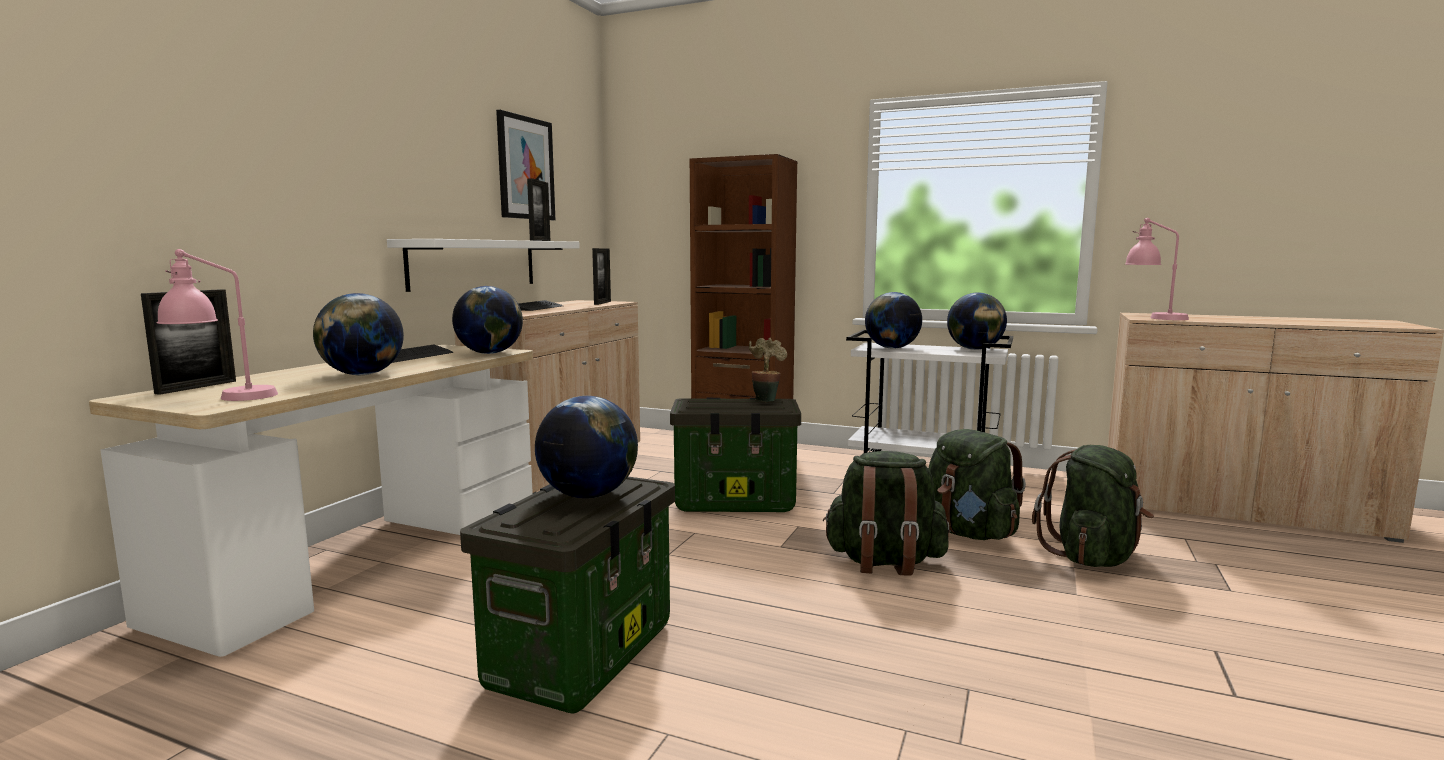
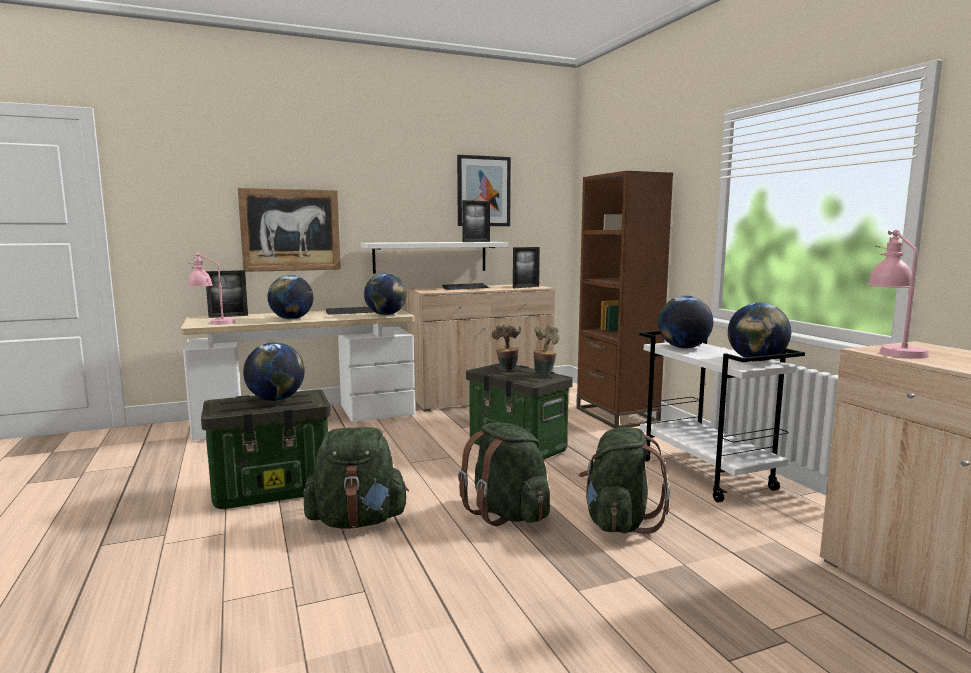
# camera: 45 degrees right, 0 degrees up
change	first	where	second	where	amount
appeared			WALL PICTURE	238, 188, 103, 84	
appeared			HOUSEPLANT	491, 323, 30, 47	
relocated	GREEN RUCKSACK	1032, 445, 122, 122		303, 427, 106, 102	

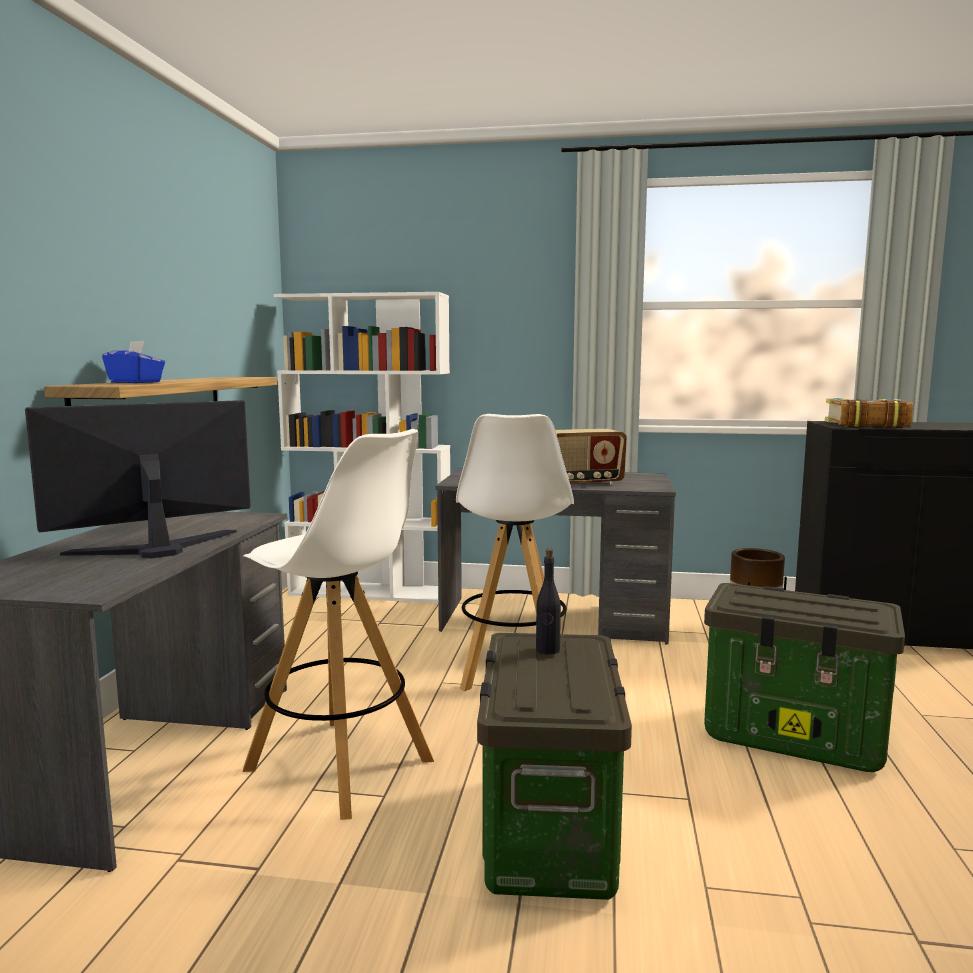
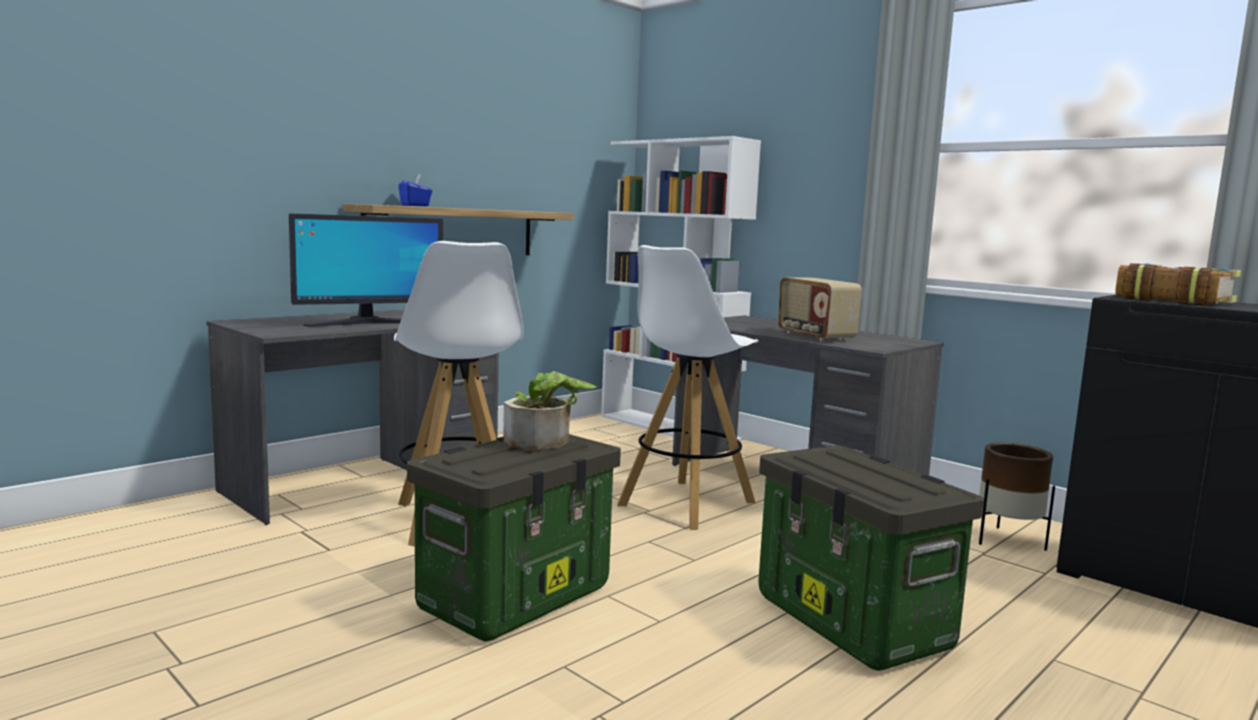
# camera: 35 degrees right, 0 degrees up
change	first	where	second	where	amount
exchanged	BLACK-COLOURED DRINK BOTTLE	536, 548, 25, 107	HOUSEPLANT	504, 371, 94, 79	
spun	COMPUTER DISPLAY	25, 400, 226, 158		289, 213, 154, 114	150 degrees clockwise
spun	RADIO RECEIVER	555, 429, 72, 56		778, 277, 84, 65	45 degrees clockwise

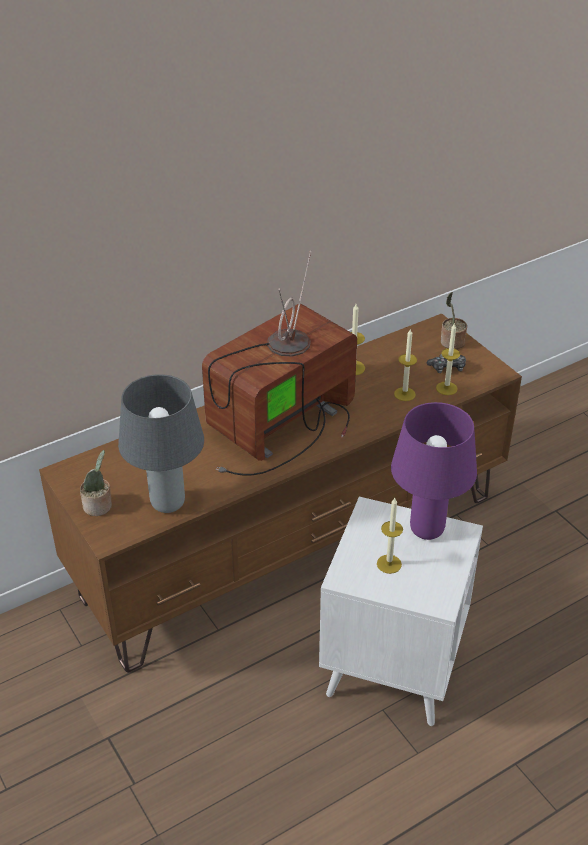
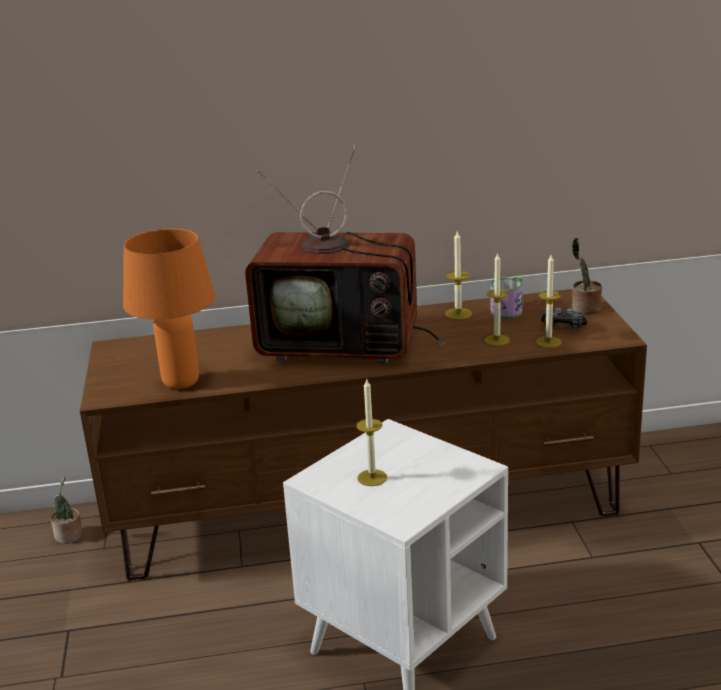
# camera: 25 degrees right, 15 degrees down
change	first	where	second	where	amount
missing	PURPLISH TABLE LAMP	391, 402, 86, 138			
appeared			TEA MUG	490, 277, 33, 42	
relocated	HOUSEPLANT	80, 450, 32, 66		51, 476, 32, 68	
colour	GREY TABLE LAMP	118, 374, 86, 139	ORANGE TABLE LAMP	123, 229, 92, 160	
spun	TELEVISION	202, 250, 155, 226		245, 145, 200, 219	150 degrees counterclockwise

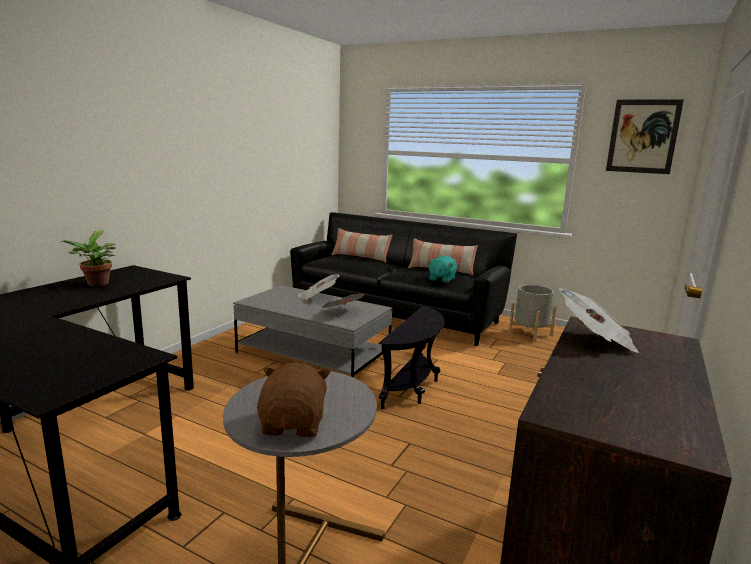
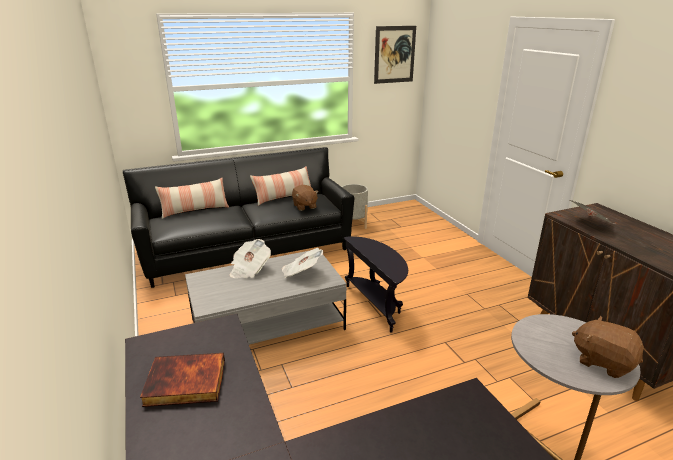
# camera: 50 degrees left, 10 degrees up
change	first	where	second	where	amount
exchanged	HOUSEPLANT	61, 230, 55, 56	VOLUME	140, 353, 85, 54	
colour	TURQUOISE-COLOURED PLUSH TOY	428, 256, 29, 27	BROWN PLUSH TOY	292, 185, 27, 26	

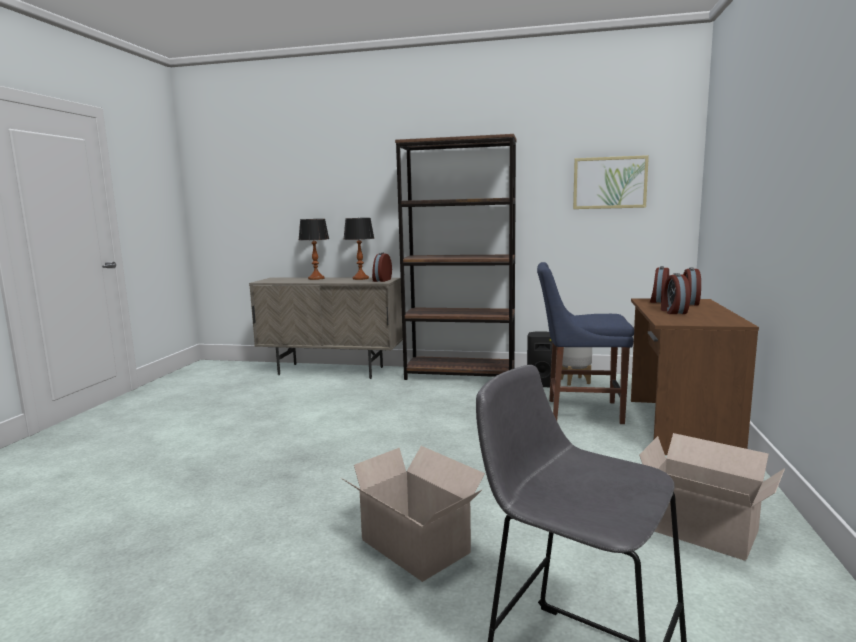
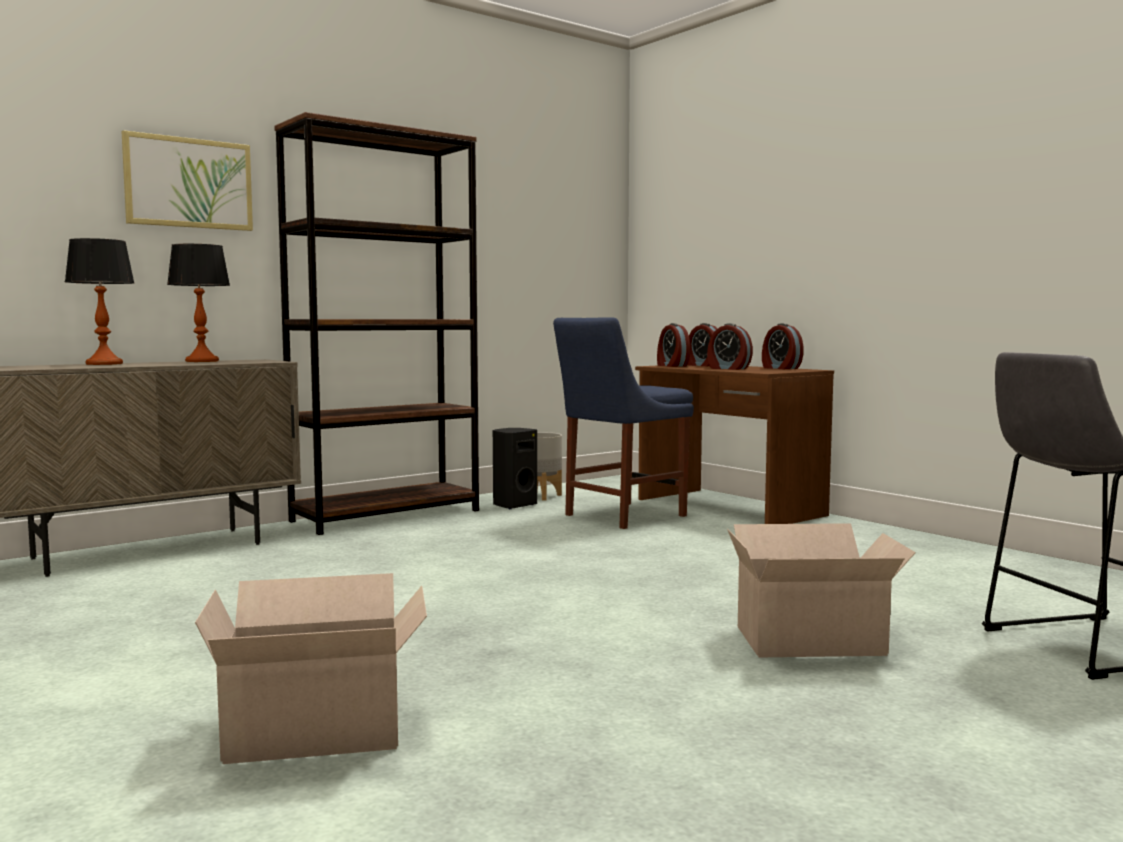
# camera: 50 degrees left, 5 degrees down
change	first	where	second	where	amount
relocated	ALARM CLOCK	372, 252, 20, 30		762, 323, 42, 46	
relocated	WALL PICTURE	573, 155, 76, 54		121, 130, 132, 101	
relocated	CARTON	639, 433, 146, 128		195, 573, 232, 191	

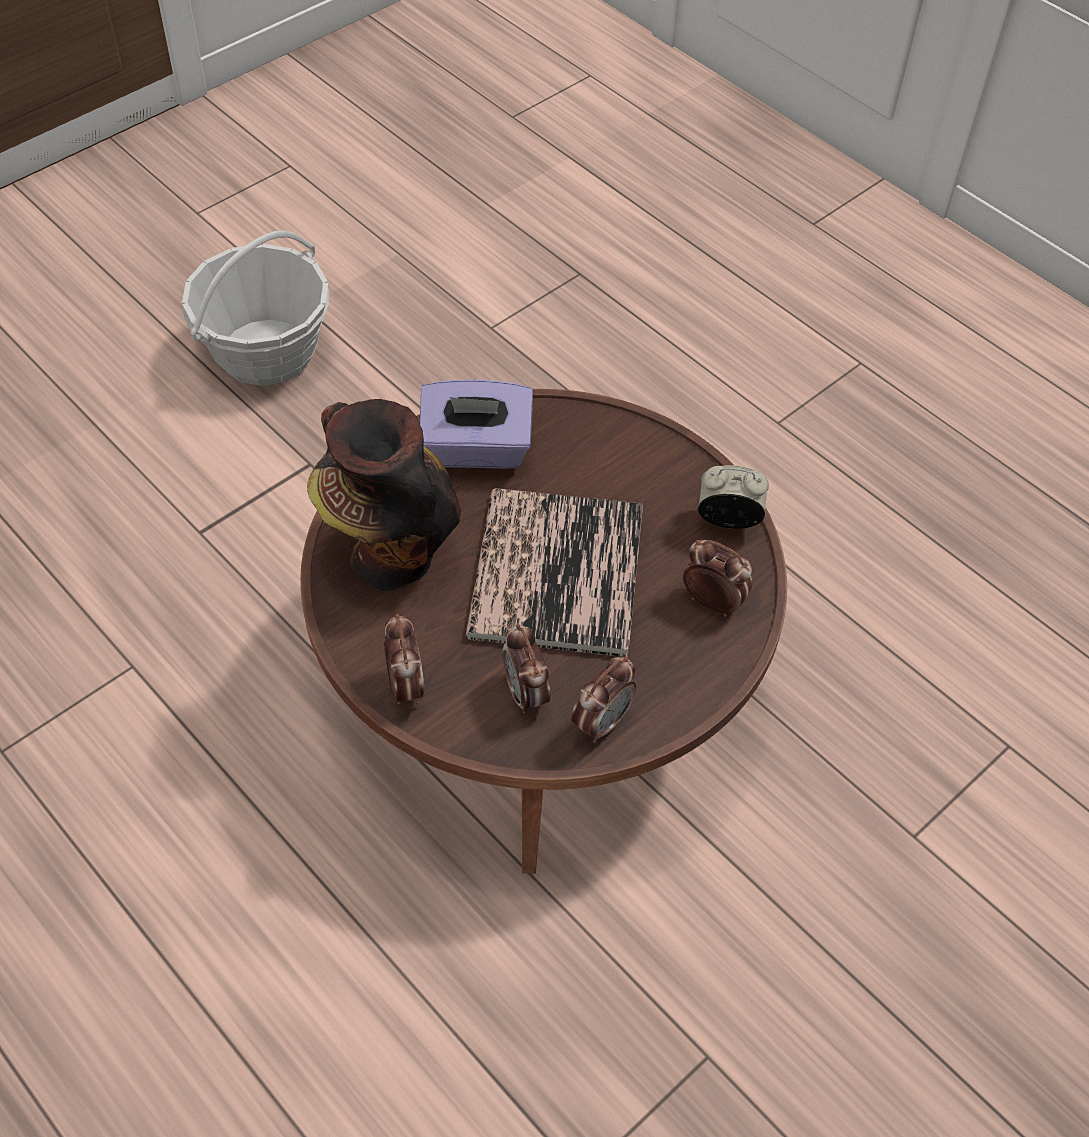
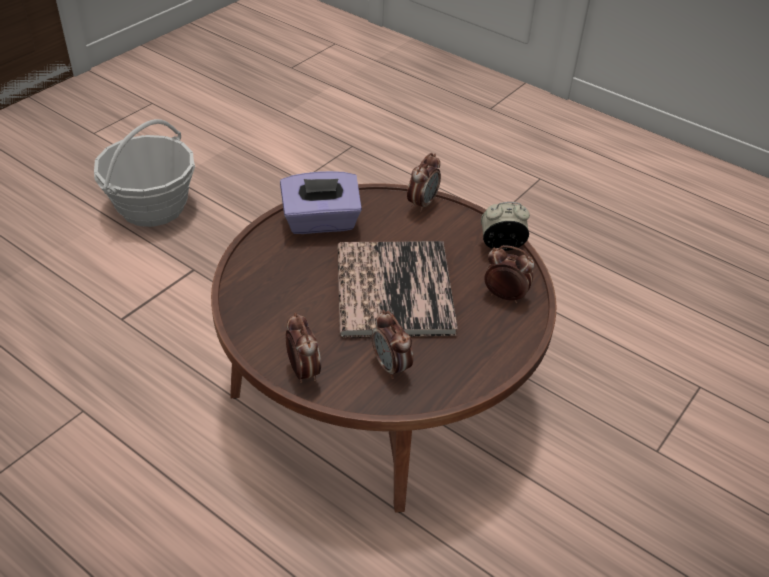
# camera: 10 degrees left, 10 degrees down
change	first	where	second	where	amount
missing	FLOWER VASE	307, 399, 154, 192			
relocated	ALARM CLOCK	571, 656, 65, 87		407, 153, 34, 59	

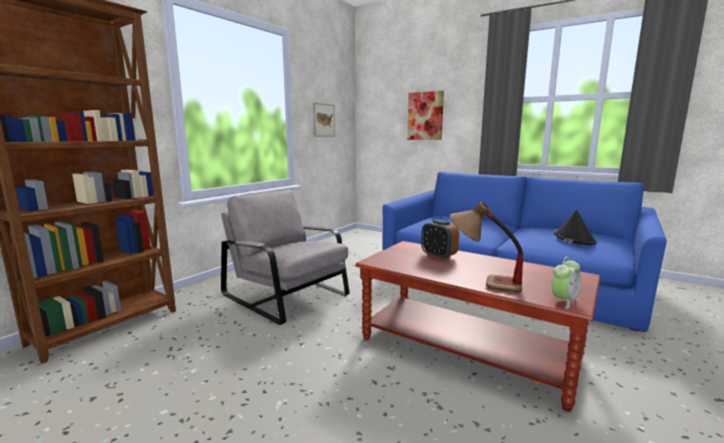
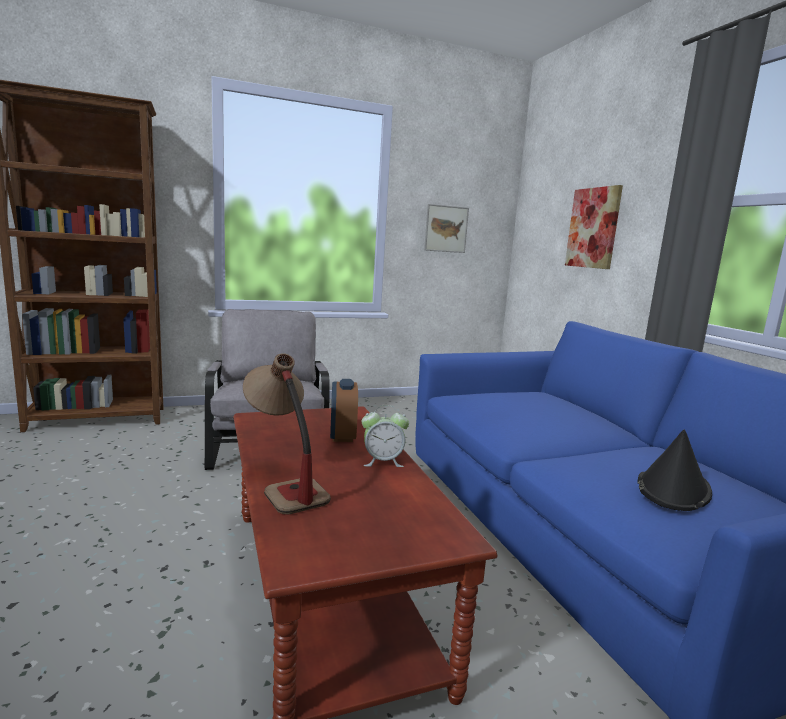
# camera: 35 degrees right, 0 degrees up
change	first	where	second	where	amount
relocated	ALARM CLOCK	552, 256, 29, 53		362, 405, 47, 62	

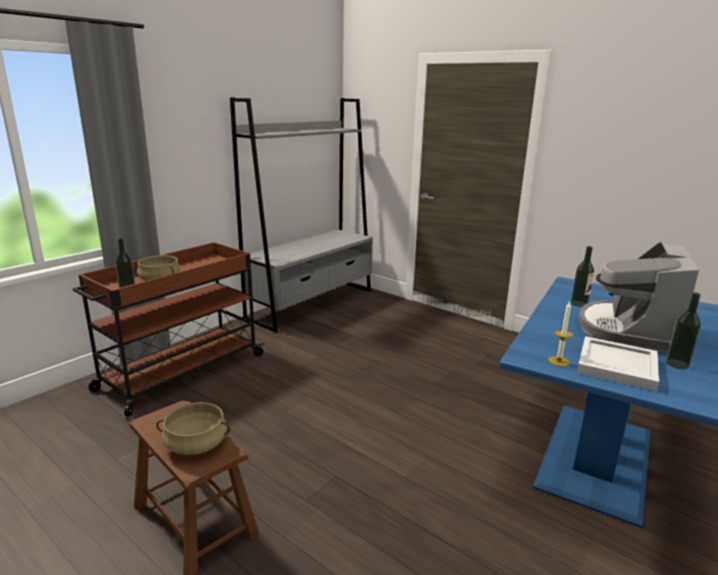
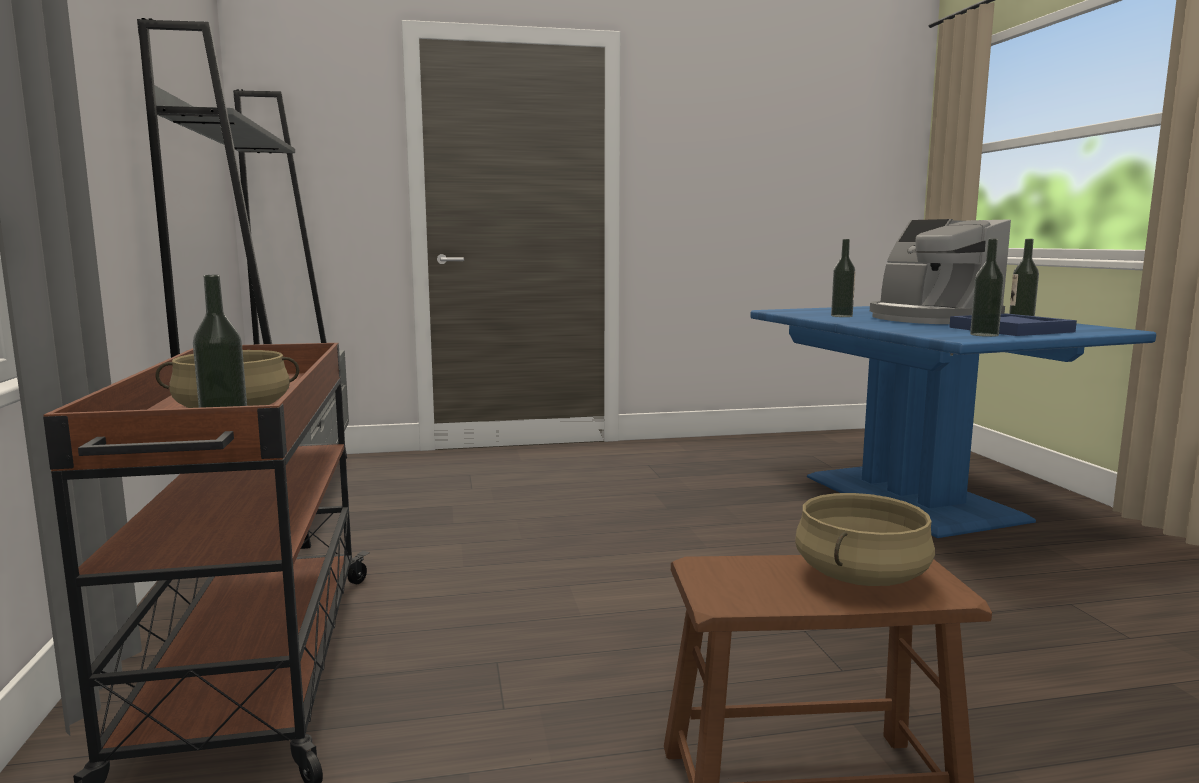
# camera: 50 degrees left, 10 degrees down
change	first	where	second	where	amount
exchanged	WAX LIGHT	548, 301, 25, 66	DRINK BOTTLE	970, 239, 34, 98	
colour	WHITE-COLOURED TRAY	577, 336, 82, 55	BLUE-COLOURED TRAY	949, 314, 128, 22	

